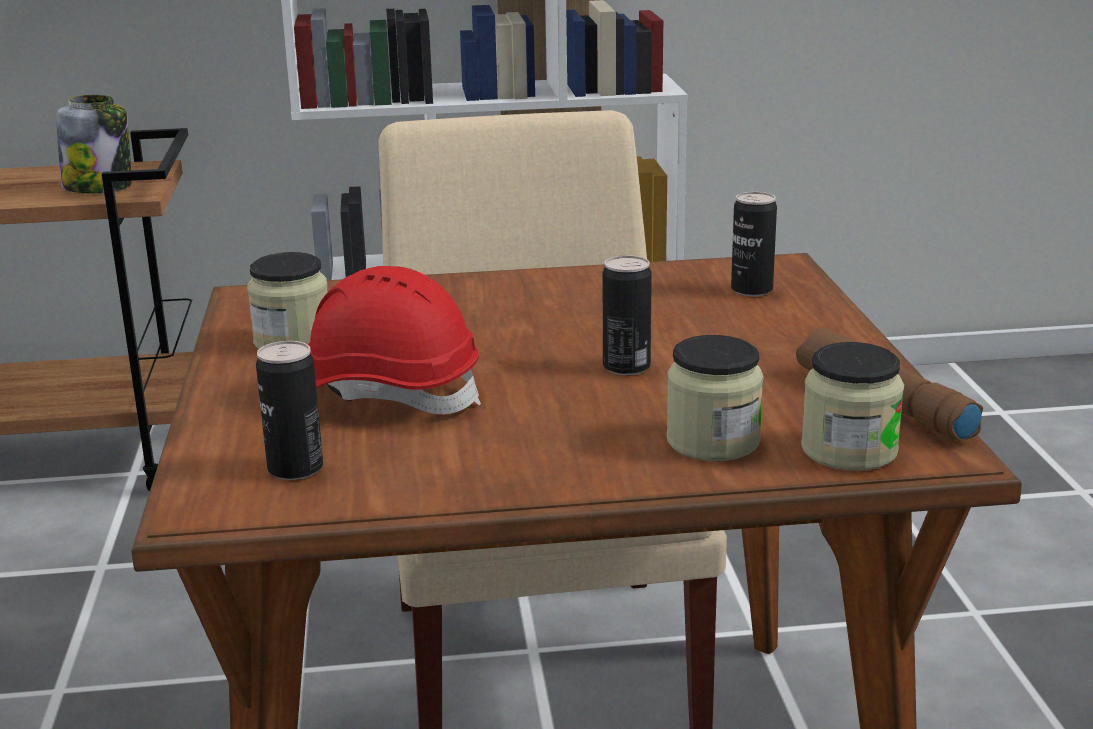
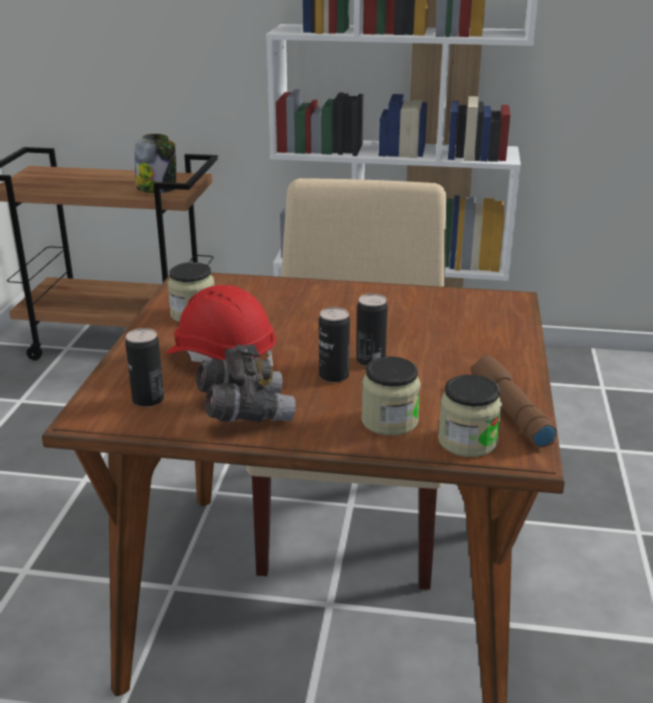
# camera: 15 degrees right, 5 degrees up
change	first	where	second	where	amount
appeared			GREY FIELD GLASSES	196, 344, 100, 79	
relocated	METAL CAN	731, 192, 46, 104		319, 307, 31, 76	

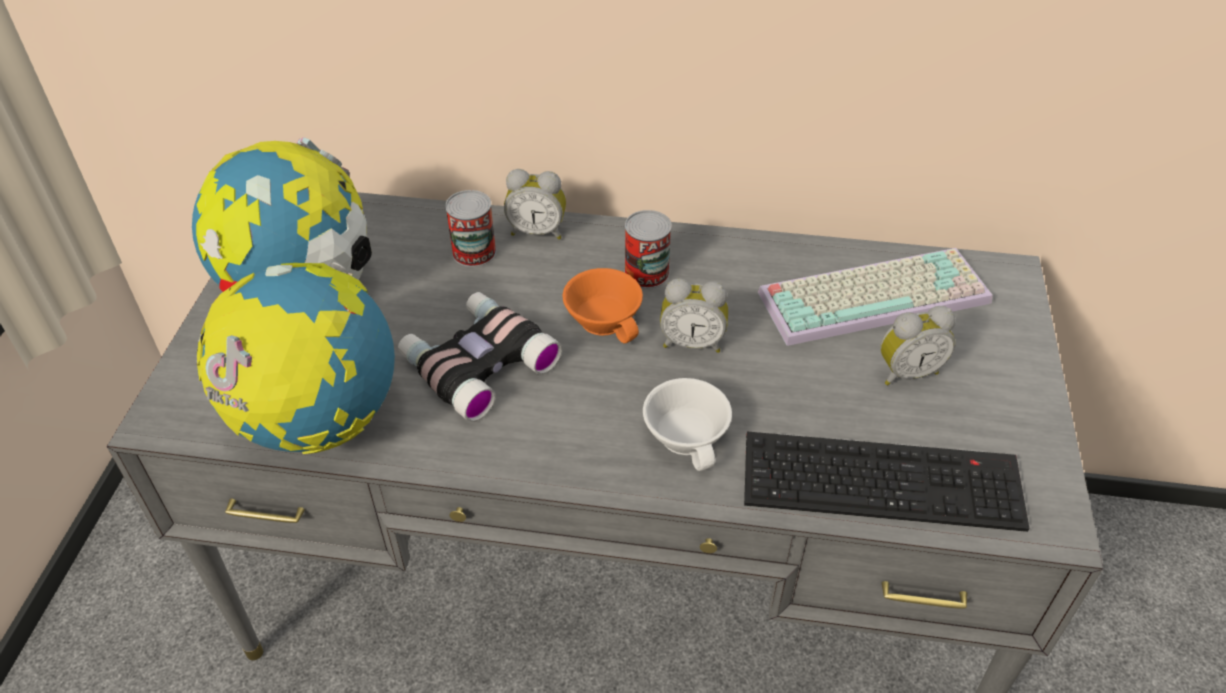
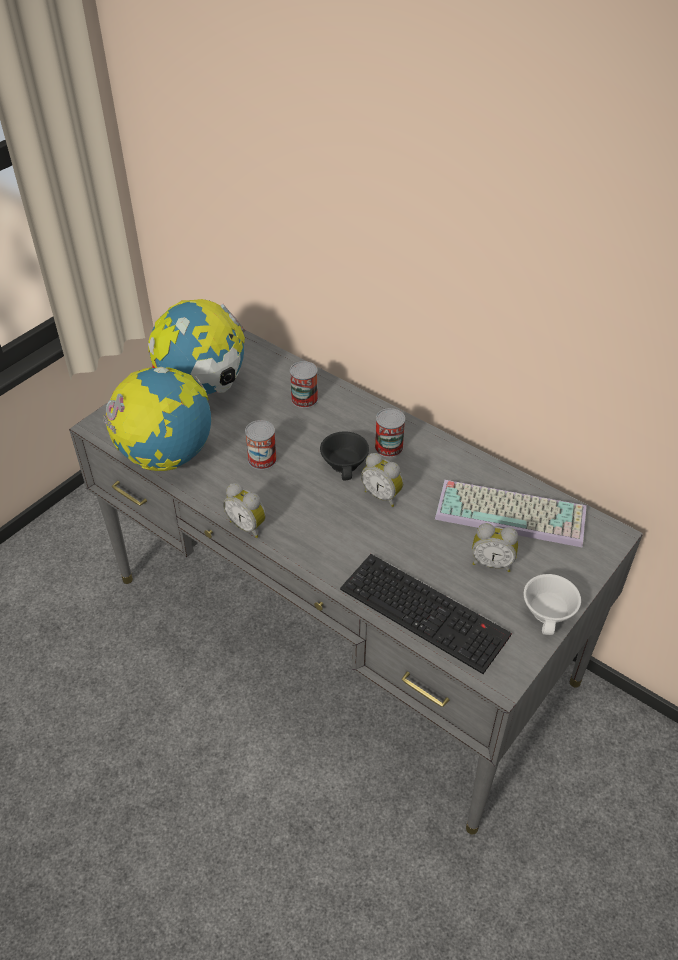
# camera: 30 degrees right, 0 degrees up
change	first	where	second	where	amount
relocated	ALARM CLOCK	504, 169, 62, 71		223, 483, 43, 55	
relocated	WHITE-COLOURED CUP	643, 378, 89, 93		524, 574, 57, 61	
exchanged	FIELD GLASSES	398, 292, 165, 130	METAL CAN	245, 420, 32, 50	
colour	ORANGE CUP	563, 268, 80, 76	BLACK-COLOURED CUP	320, 431, 49, 50	

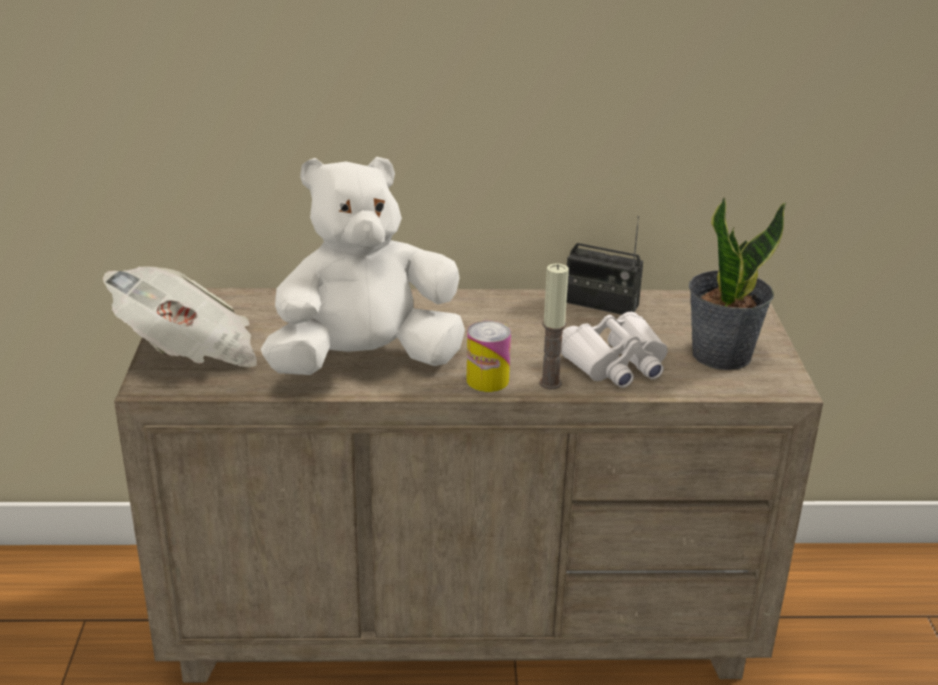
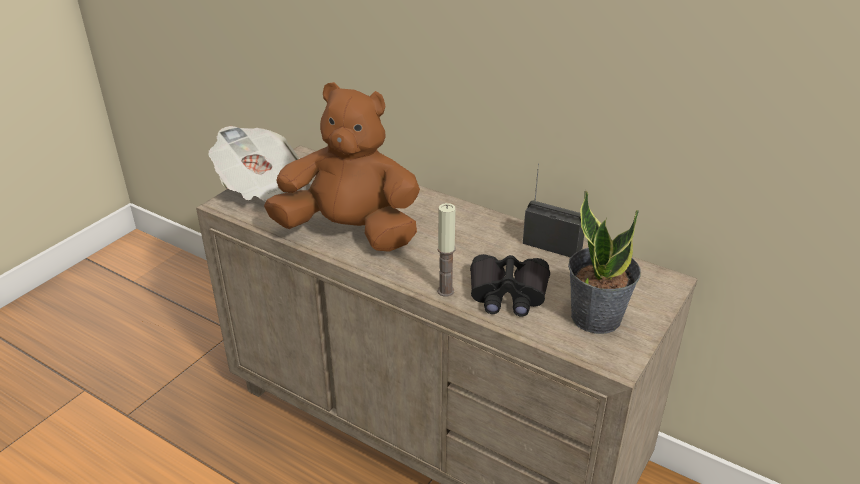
# camera: 35 degrees right, 5 degrees up
change	first	where	second	where	amount
missing	METAL CAN	467, 321, 44, 71			
colour	WHITE-COLOURED PLUSH TOY	261, 157, 204, 218	BROWN PLUSH TOY	264, 82, 156, 170	
colour	WHITE-COLOURED FIELD GLASSES	561, 312, 107, 76	BLACK-COLOURED FIELD GLASSES	470, 254, 80, 63	
spun	RADIO RECEIVER	567, 216, 76, 99		523, 163, 61, 95	150 degrees clockwise

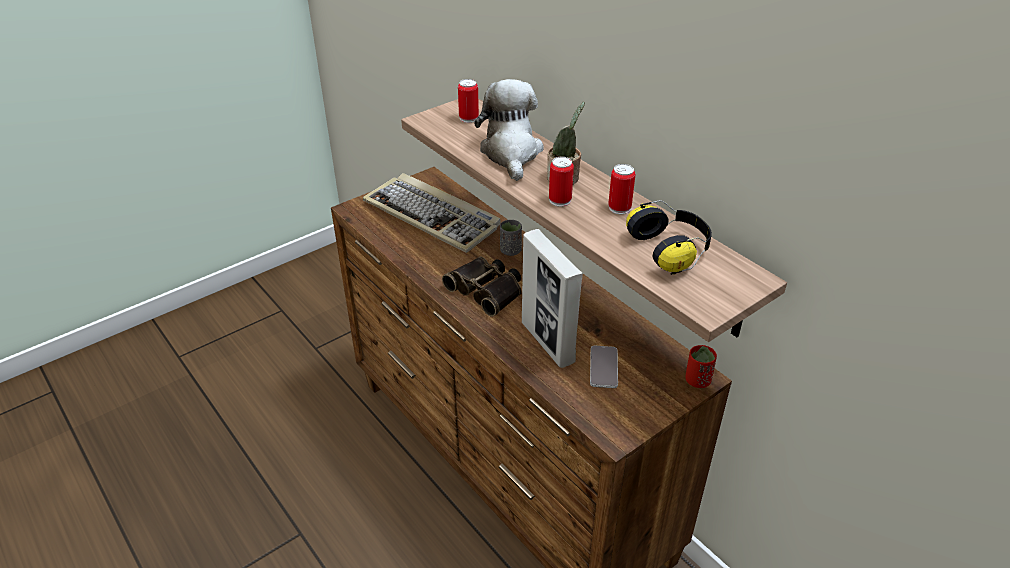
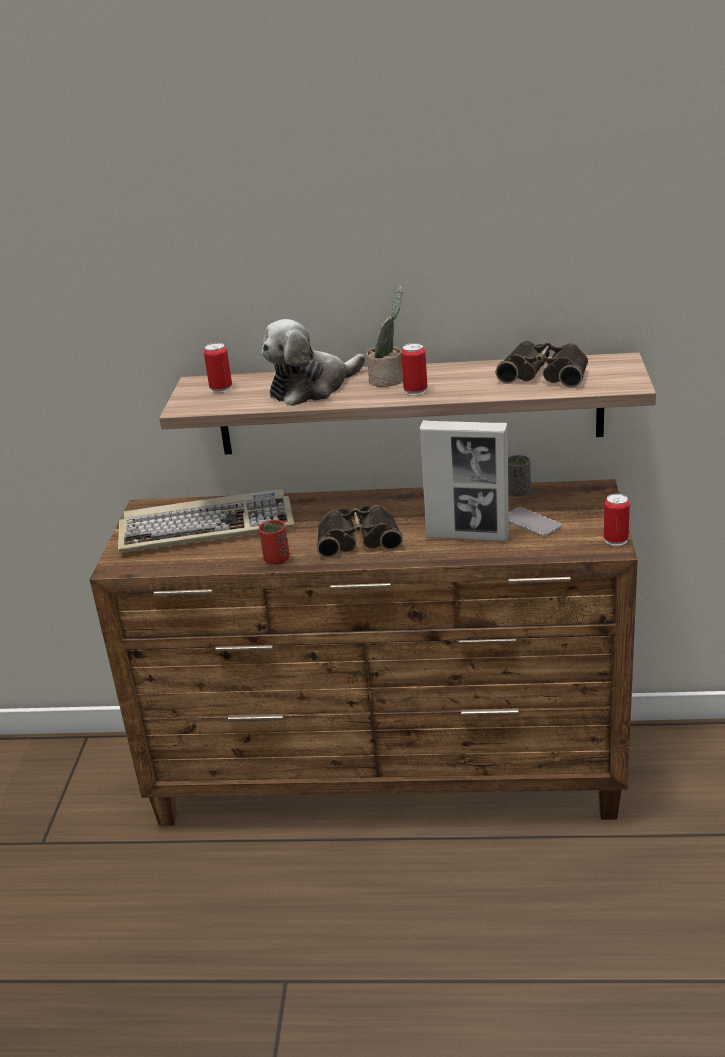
# camera: 45 degrees left, 10 degrees down
change	first	where	second	where	amount
relocated	GREY CUP	500, 220, 22, 36		508, 455, 23, 42	
relocated	METAL CAN	608, 164, 27, 50		604, 494, 26, 52	
relocated	RED-COLOURED CUP	685, 345, 32, 43		259, 520, 31, 45	
exchanged	HEADSET	626, 200, 86, 75	FIELD GLASSES	496, 341, 92, 47	
spun	PLUSH TOY	474, 79, 70, 102		261, 319, 104, 87	75 degrees counterclockwise

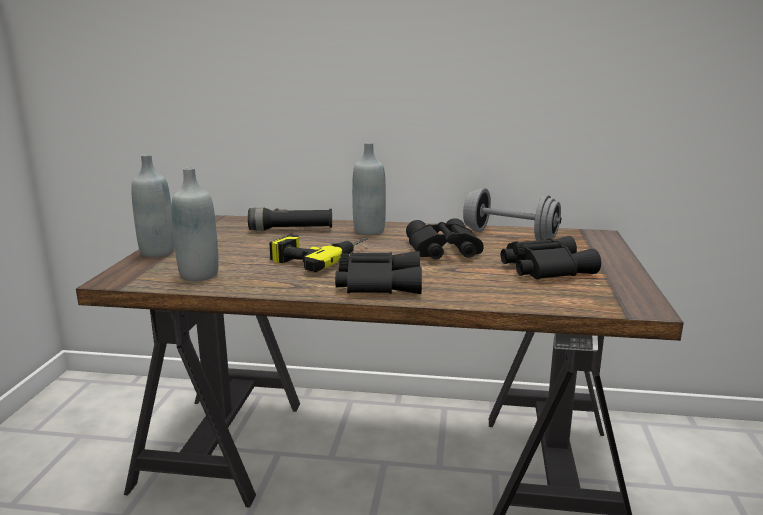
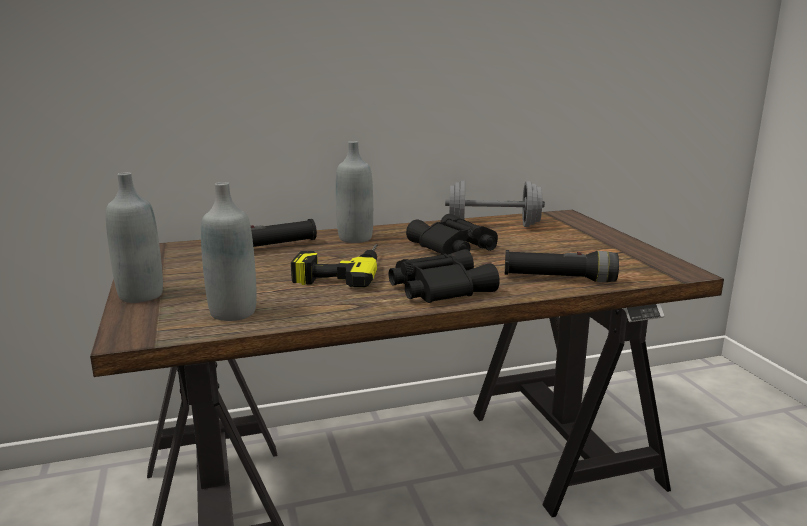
# camera: 25 degrees left, 0 degrees up
change	first	where	second	where	amount
missing	BLACK-COLOURED FIELD GLASSES	501, 236, 100, 44			
appeared			BLACK-COLOURED TORCH	505, 250, 114, 32	

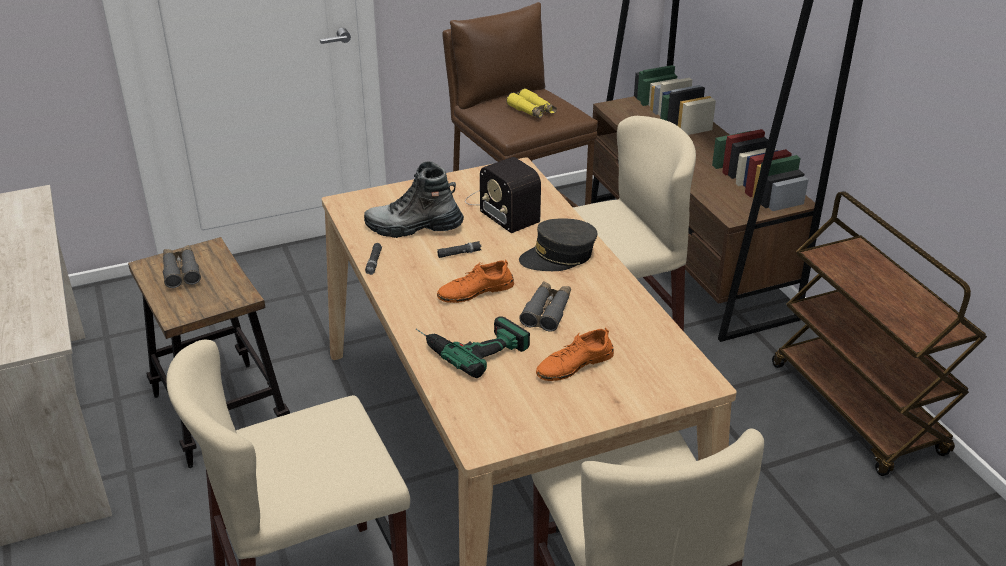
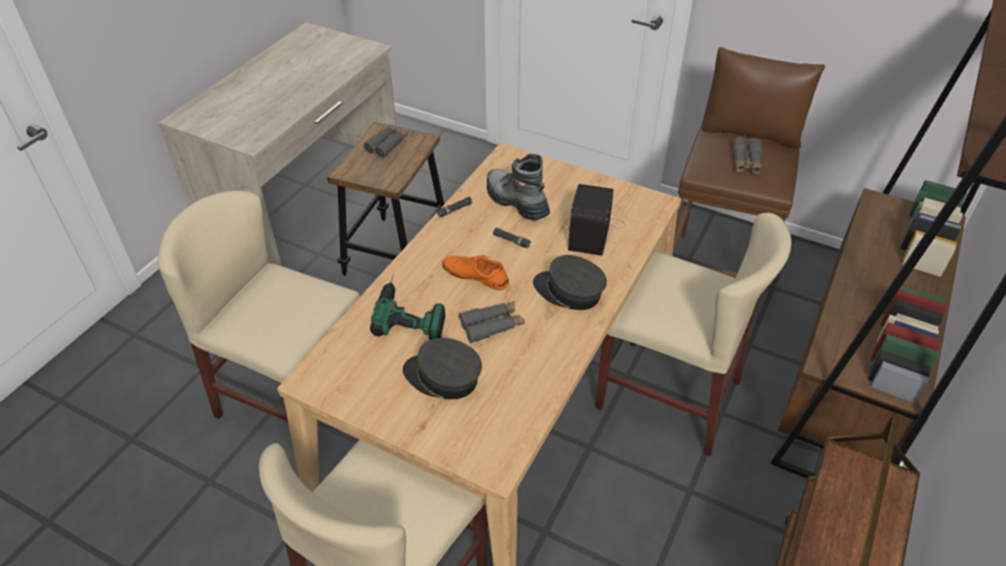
# camera: 50 degrees right, 10 degrees up
change	first	where	second	where	amount
exchanged	ORANGE SHOE	536, 328, 78, 53	GREY BASEBALL CAP	403, 338, 79, 61	
colour	YELLOW-COLOURED FIELD GLASSES	506, 88, 51, 30	GREY FIELD GLASSES	732, 137, 31, 38	

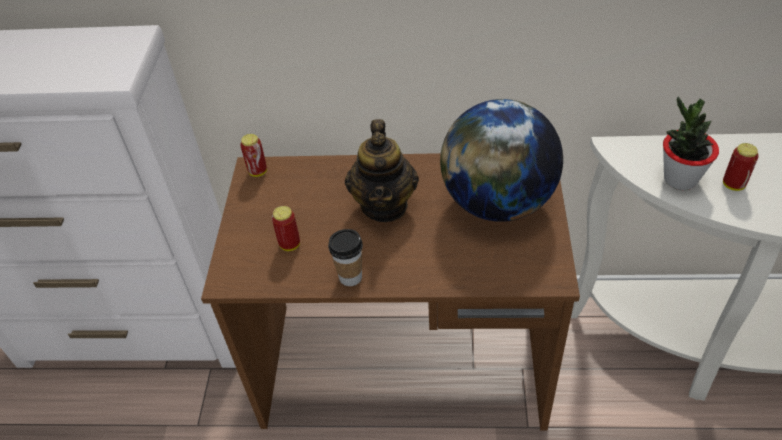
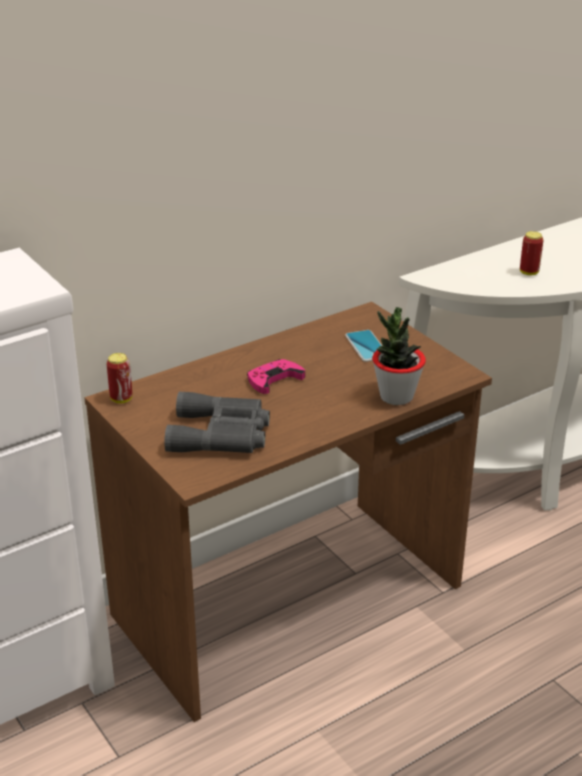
# camera: 40 degrees left, 15 degrees down
change	first	where	second	where	amount
missing	CUP	328, 229, 35, 57			
relocated	HOUSEPLANT	663, 97, 56, 93		372, 307, 54, 98	
exchanged	METAL CAN	272, 206, 28, 45	GREY FIELD GLASSES	164, 392, 106, 61	
exchanged	TEAPOT	345, 119, 74, 103	PINKISH GAMEPAD	247, 359, 58, 35	
exchanged	WORLD GLOBE	440, 99, 123, 123	HANDSET	345, 330, 37, 32	

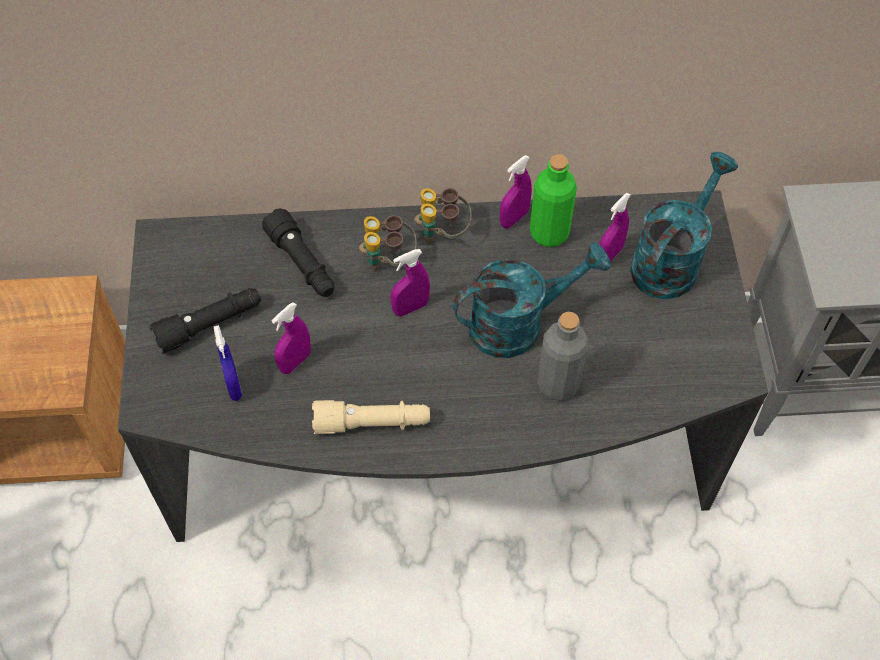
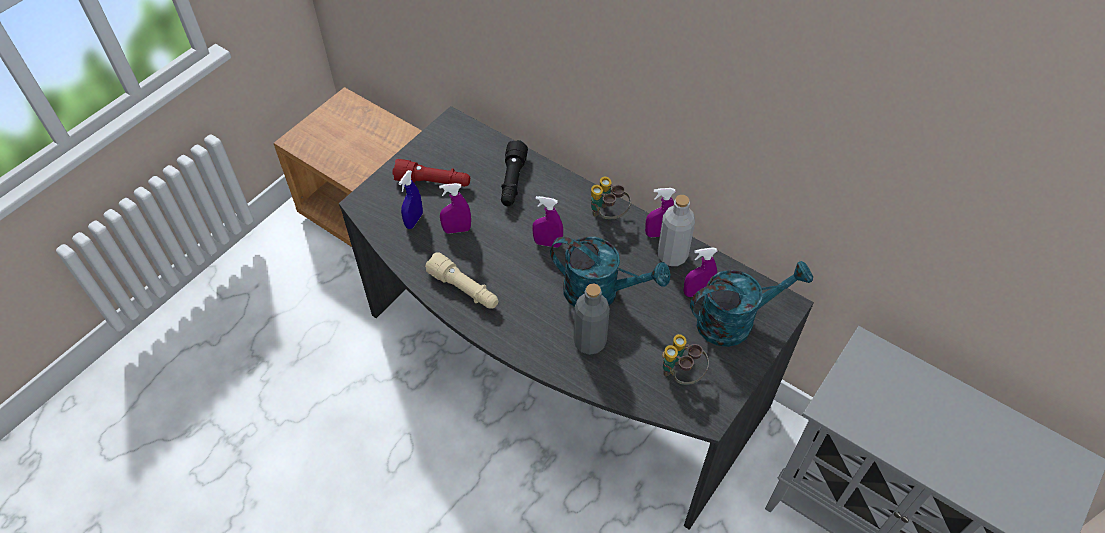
# camera: 40 degrees right, 5 degrees down
change	first	where	second	where	amount
relocated	FIELD GLASSES	359, 215, 57, 57		662, 334, 47, 51	
colour	BLACK-COLOURED TORCH	149, 288, 112, 66	RED-COLOURED TORCH	393, 159, 77, 28	
colour	GREEN DRINK BOTTLE	530, 154, 47, 93	GREY DRINK BOTTLE	658, 195, 37, 71	

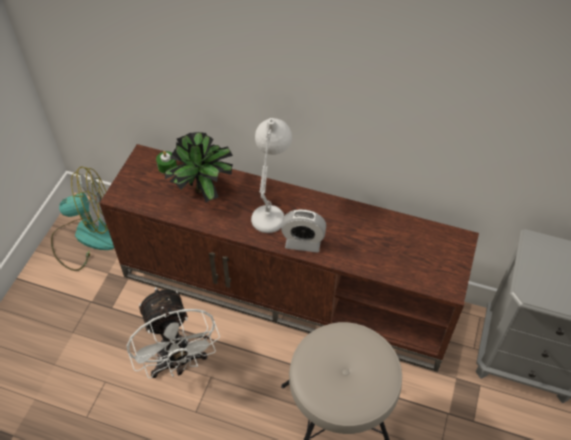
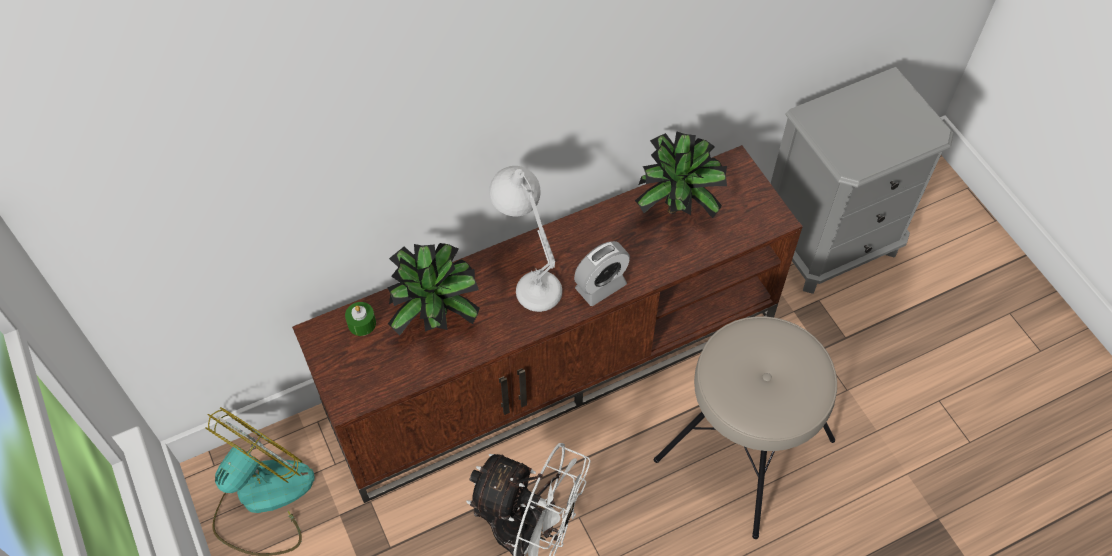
# camera: 45 degrees left, 5 degrees up
change	first	where	second	where	amount
appeared			HOUSEPLANT	635, 131, 92, 87	

